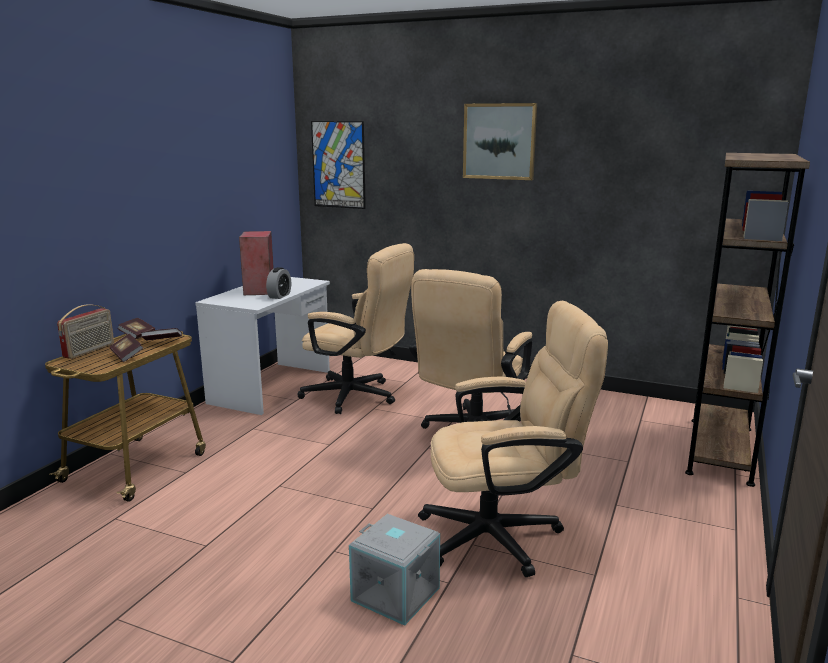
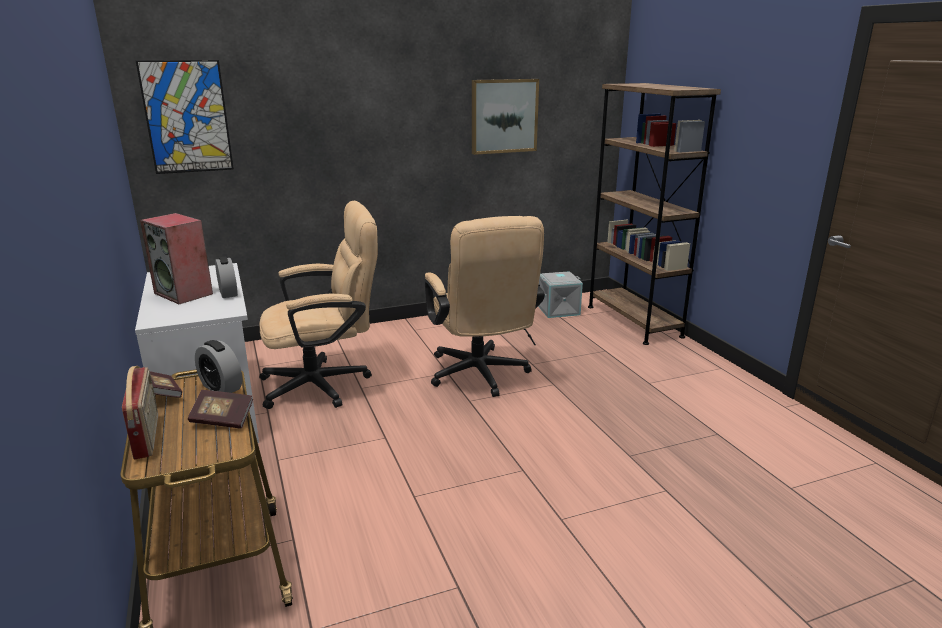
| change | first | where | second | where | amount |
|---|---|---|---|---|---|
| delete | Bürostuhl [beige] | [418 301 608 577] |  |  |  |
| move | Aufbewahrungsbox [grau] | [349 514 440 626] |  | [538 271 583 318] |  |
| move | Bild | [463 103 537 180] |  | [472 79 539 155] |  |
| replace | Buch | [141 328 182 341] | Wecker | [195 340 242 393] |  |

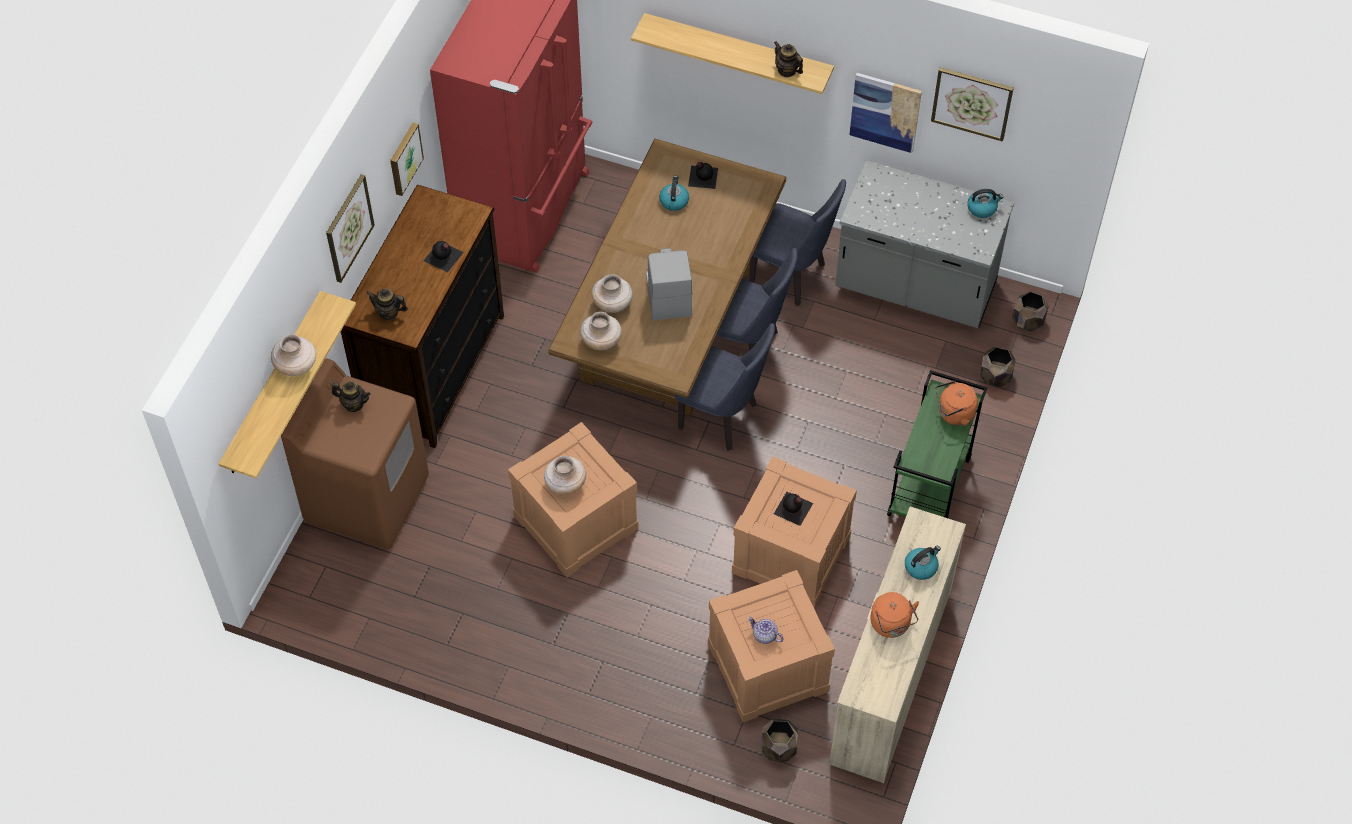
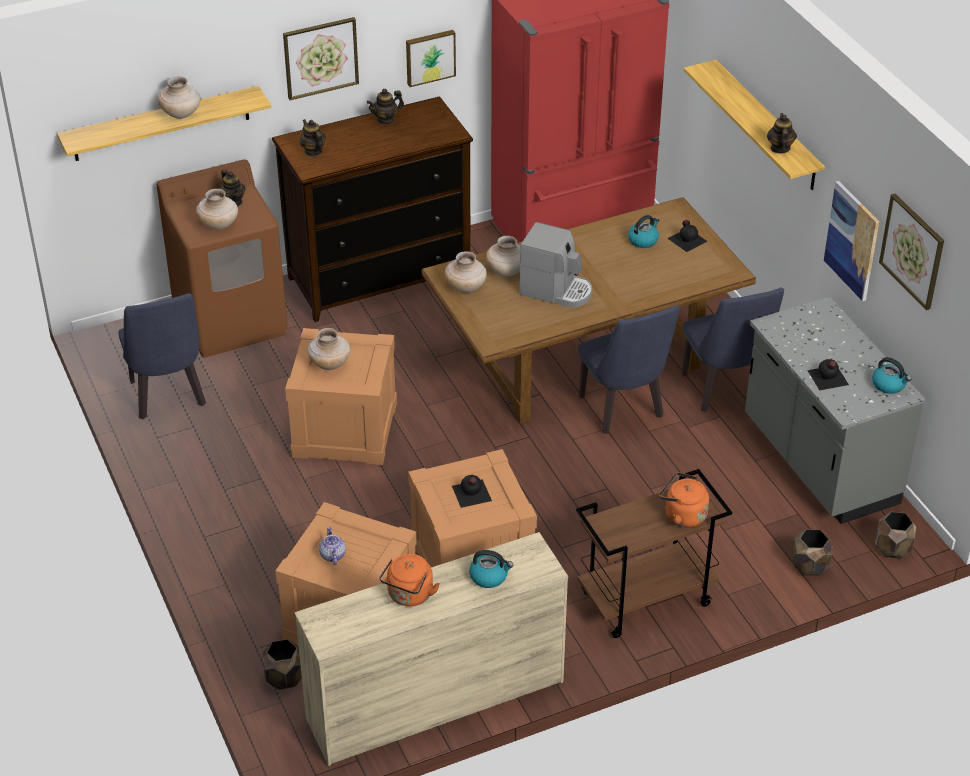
| change | first | where | second | where | amount |
|---|---|---|---|---|---|
| insert |  |  | Vase [beige] | [196 189 238 230] |  |
| insert |  |  | Teekanne | [367 89 404 125] |  |
| move | Flasche [schwarz] | [424 241 464 272] |  | [807 359 849 390] |  |
| move | Stuhl [blau] | [675 323 775 451] |  | [118 293 206 419] |  |
| recolor | Rollwagen [grün] | [887 370 987 518] | Rollwagen [braun] | [576 469 732 638] |  |
| rotate | Kaffeemaschine | [646 248 692 320] |  | [520 222 592 308] | 75 degrees clockwise |

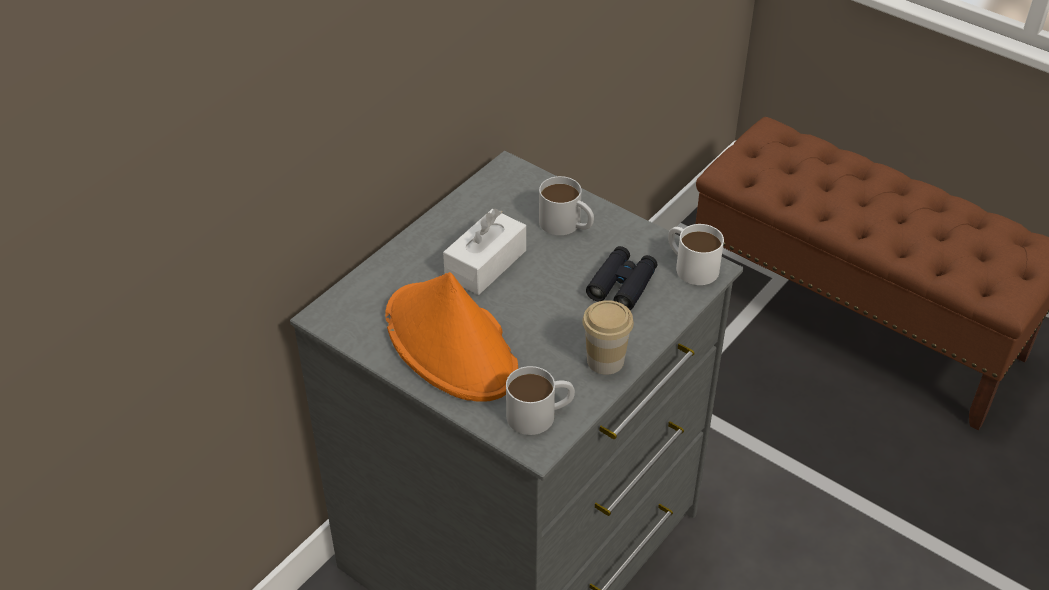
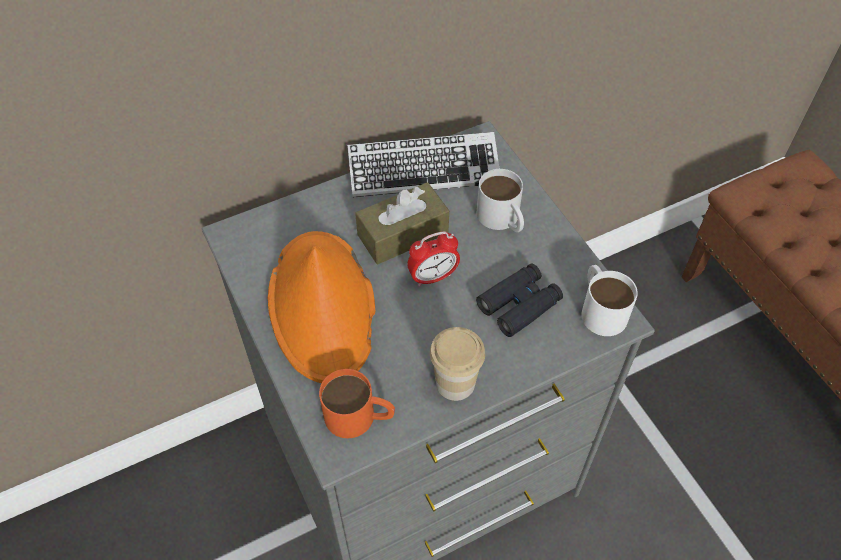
| change | first | where | second | where | amount |
|---|---|---|---|---|---|
| insert |  |  | Tastatur | [347 132 499 198] |  |
| insert |  |  | Wecker | [407 231 460 286] |  |
| recolor | Taschentuchbox [weiß] | [443 209 526 295] | Taschentuchbox [braun] | [355 182 449 264] |  |
| recolor | Henkelbecher [weiß] | [506 366 575 435] | Henkelbecher [orange] | [319 369 395 438] |  |

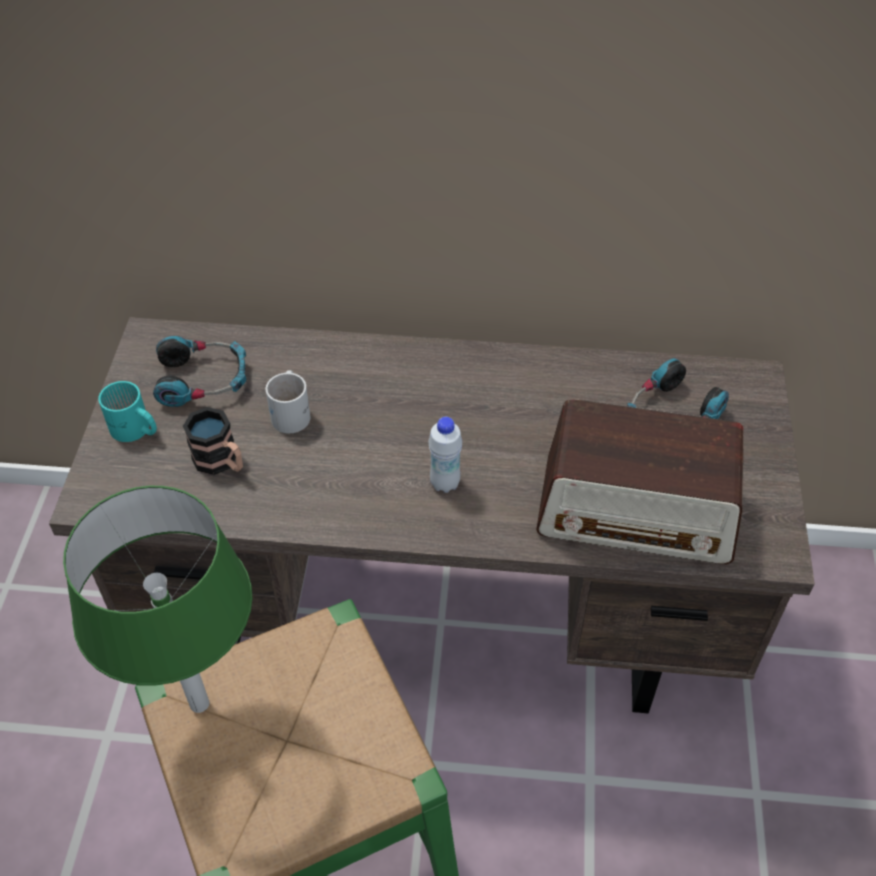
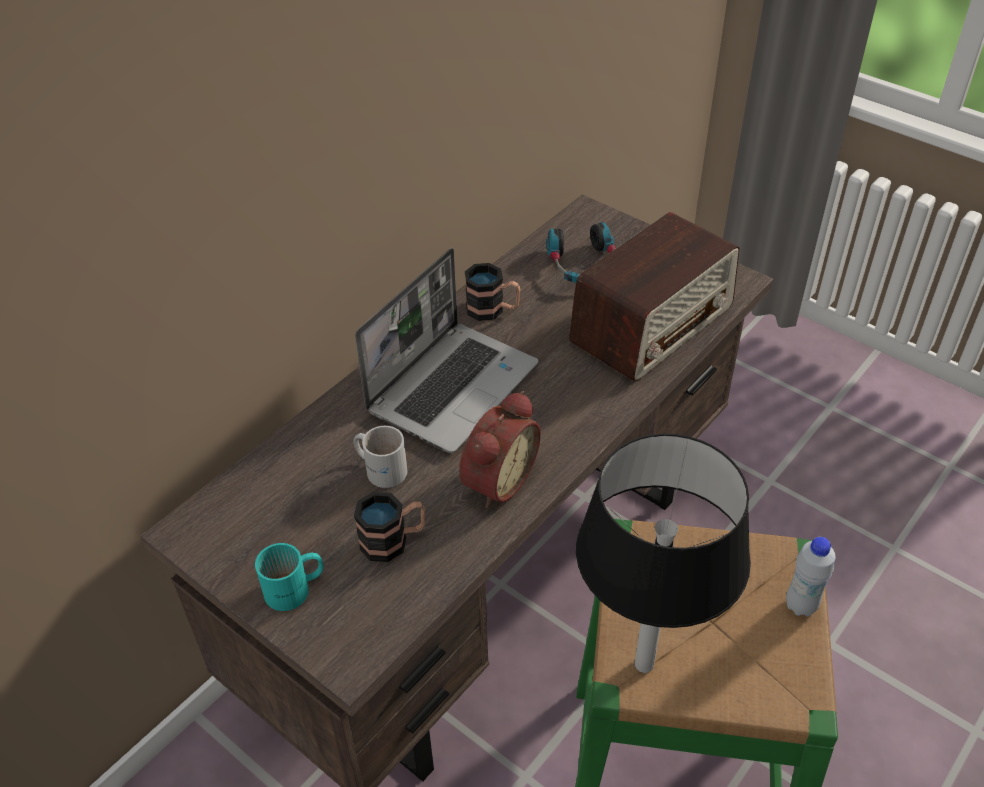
| change | first | where | second | where | amount |
|---|---|---|---|---|---|
| delete | Kopfhörer | [153 336 246 407] |  |  |  |
| insert |  |  | Laptop | [355 248 538 453] |  |
| insert |  |  | Wecker | [459 391 541 508] |  |
| insert |  |  | Henkelbecher | [465 263 520 321] |  |
| move | Flasche [weiß] | [429 417 462 493] |  | [786 537 836 617] |  |
| recolor | Tischlampe [grün] | [63 486 252 713] | Tischlampe [schwarz] | [576 434 751 673] |  |

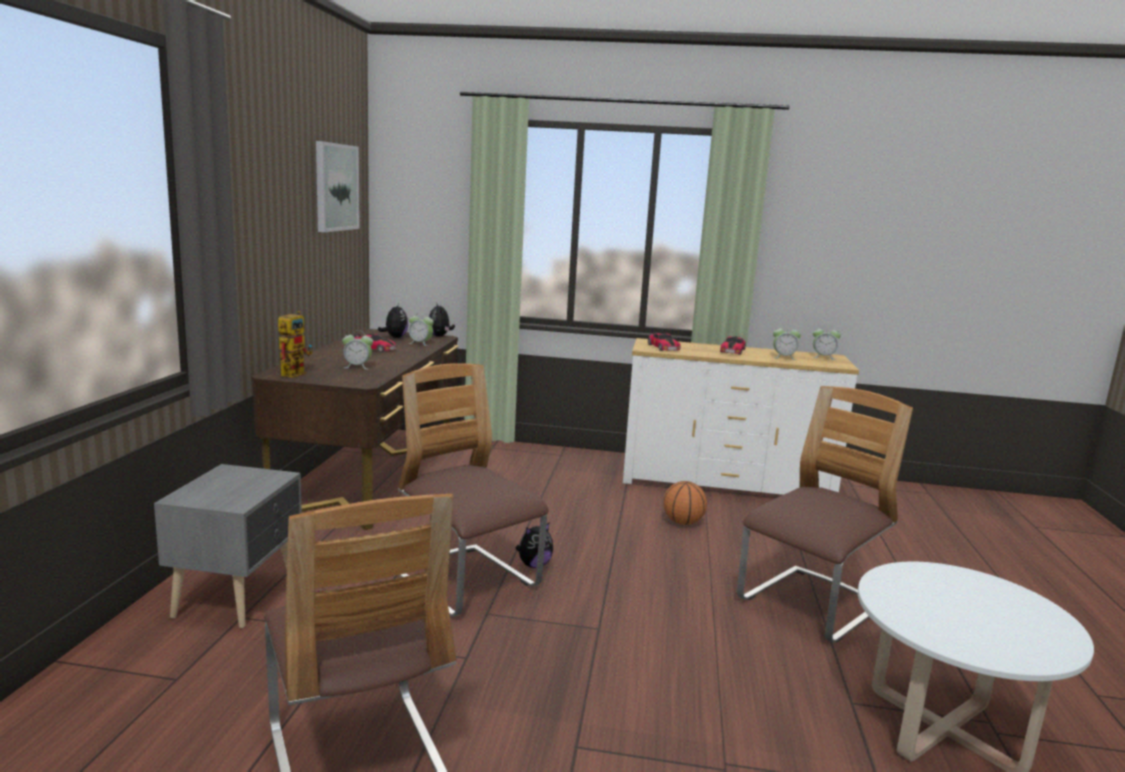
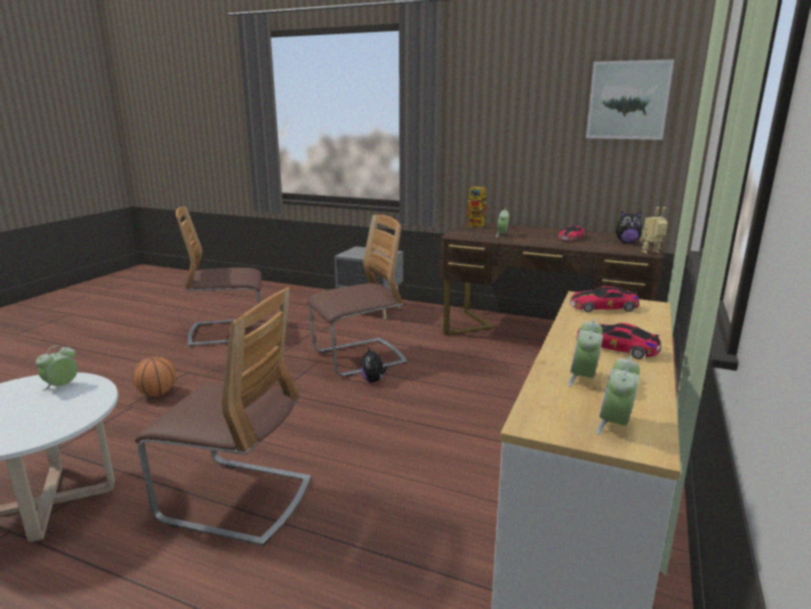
| change | first | where | second | where | amount |
|---|---|---|---|---|---|
| move | Wecker | [408 312 434 346] |  | [36 345 78 391] |  |
| move | Basketball | [664 481 707 525] |  | [133 356 176 396] |  |
| replace | Plüschtier | [429 302 455 337] | Spielzeugroboter | [640 207 668 253] |  |
| rotate | Stuhl | [737 386 913 643] |  | [135 287 311 546] | 45 degrees counterclockwise |

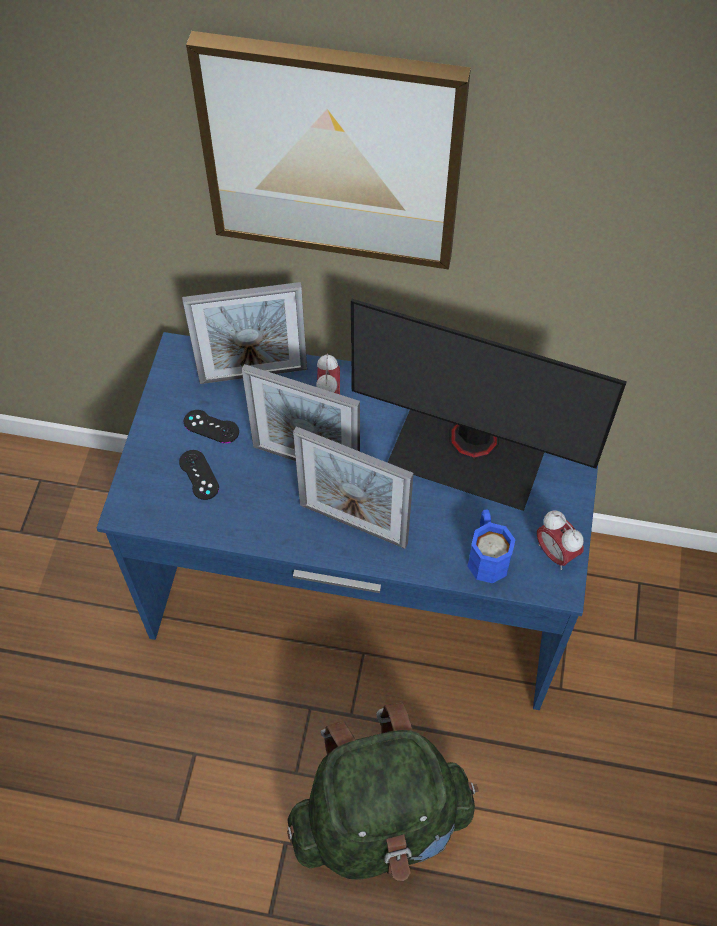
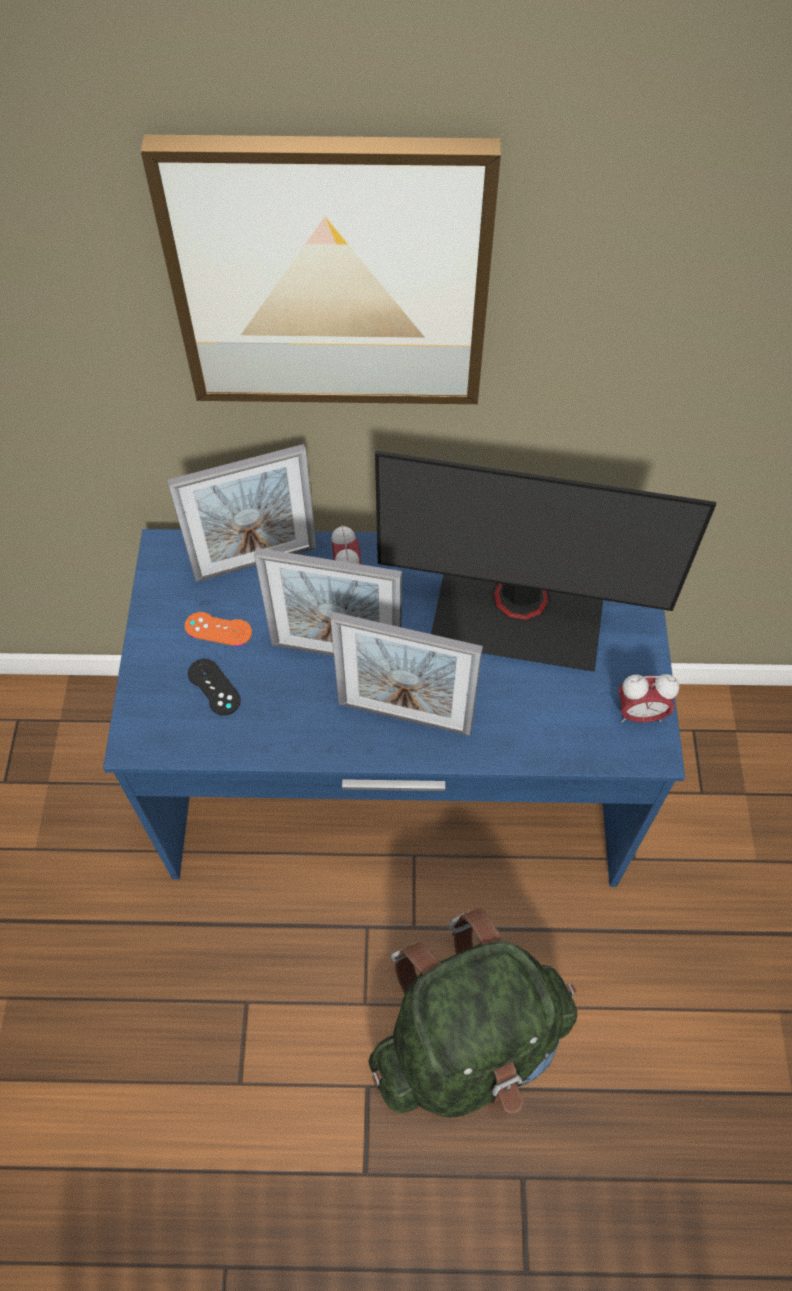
| change | first | where | second | where | amount |
|---|---|---|---|---|---|
| delete | Henkelbecher [blau] | [467 510 515 583] |  |  |  |
| recolor | Gamepad [schwarz] | [184 410 239 443] | Gamepad [orange] | [185 612 252 646] |  |
| rotate | Wecker | [537 510 584 570] |  | [618 674 679 723] | 45 degrees counterclockwise |

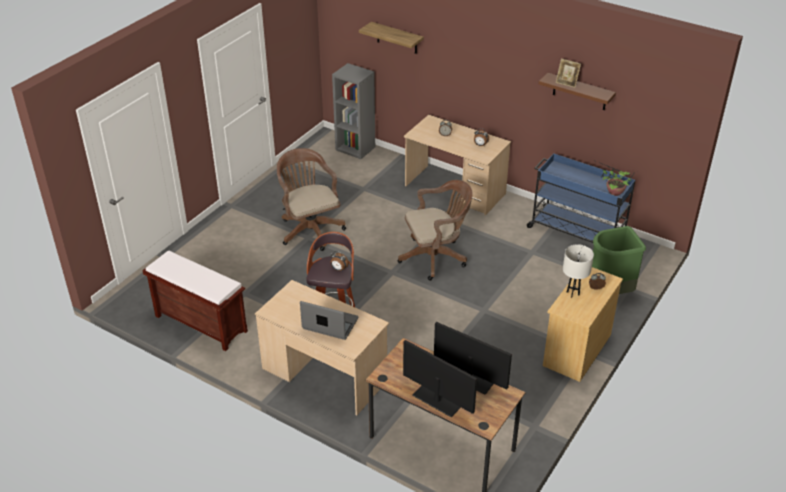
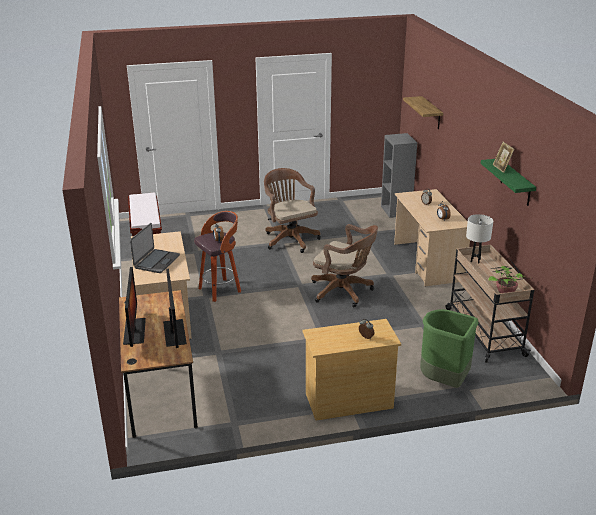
| change | first | where | second | where | amount |
|---|---|---|---|---|---|
| move | Tischlampe [weiß] | [563 244 594 298] |  | [466 214 493 263] |  |
| recolor | Rollwagen [blau] | [527 154 635 243] | Rollwagen [beige] | [445 245 534 363] |  |
| recolor | Wandregal [braun] | [539 73 616 110] | Wandregal [grün] | [481 159 536 206] |  |
| rotate | Bürostuhl [braun] | [277 148 346 251] |  | [264 168 321 253] | 45 degrees counterclockwise |
| rotate | Laptop | [300 301 358 340] |  | [130 223 180 273] | 45 degrees clockwise |

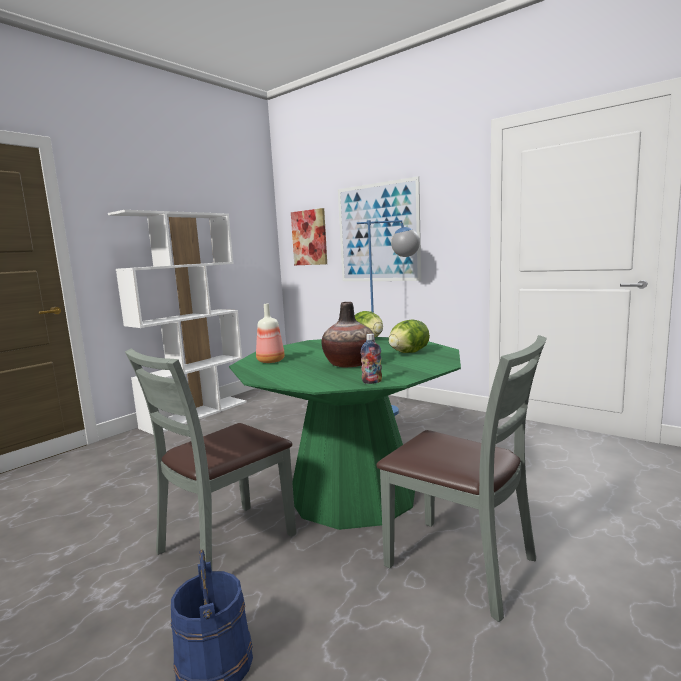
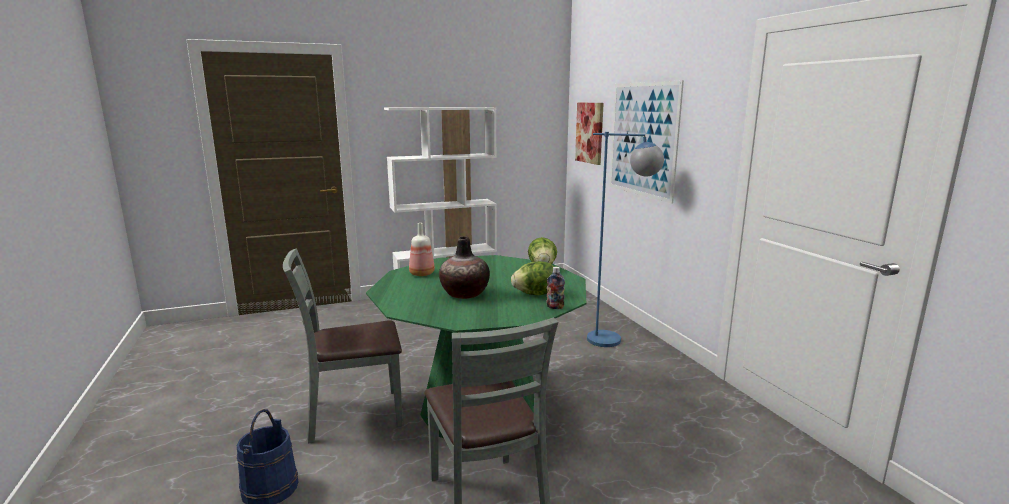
| change | first | where | second | where | amount |
|---|---|---|---|---|---|
| move | Flasche | [361 334 382 384] |  | [546 267 565 309] |  |

